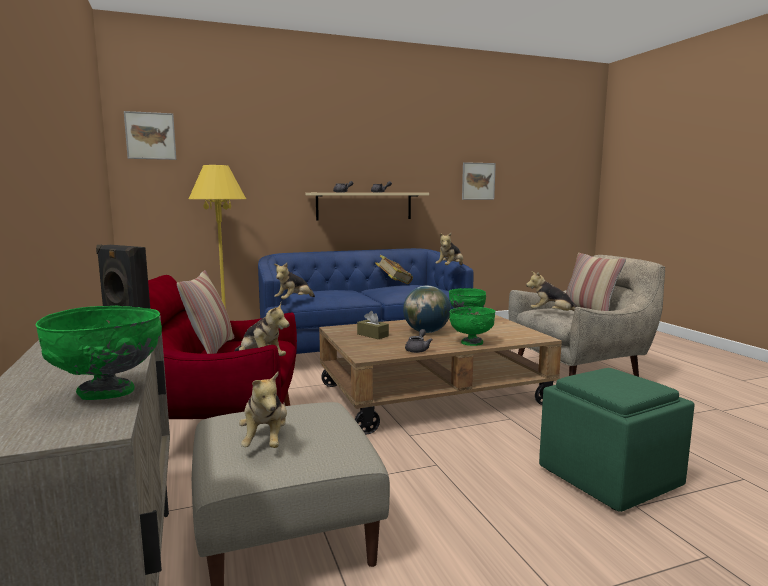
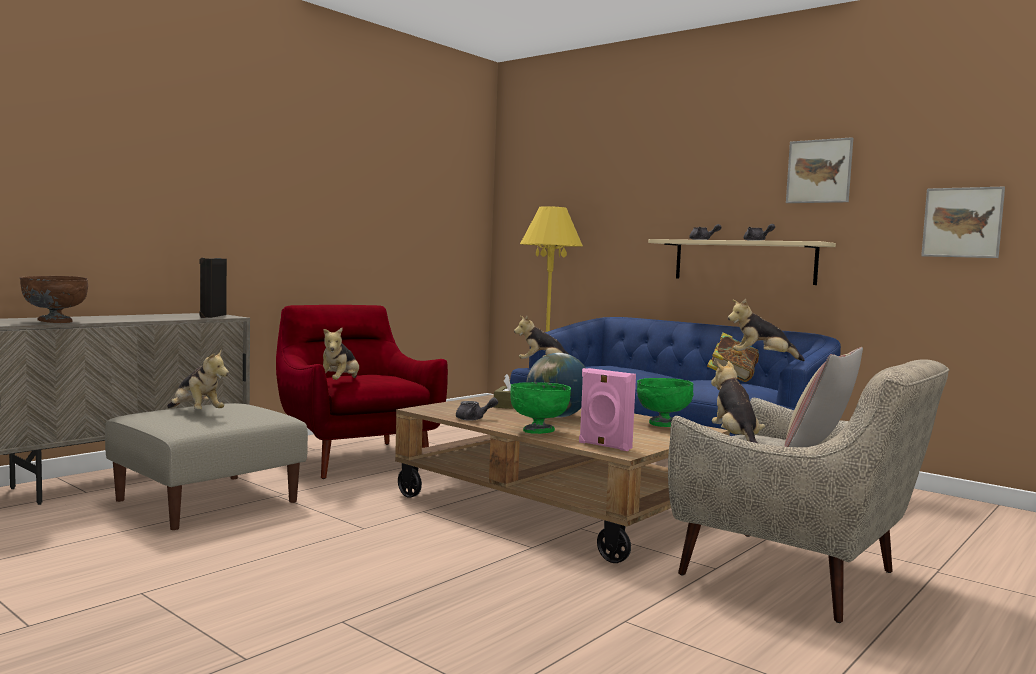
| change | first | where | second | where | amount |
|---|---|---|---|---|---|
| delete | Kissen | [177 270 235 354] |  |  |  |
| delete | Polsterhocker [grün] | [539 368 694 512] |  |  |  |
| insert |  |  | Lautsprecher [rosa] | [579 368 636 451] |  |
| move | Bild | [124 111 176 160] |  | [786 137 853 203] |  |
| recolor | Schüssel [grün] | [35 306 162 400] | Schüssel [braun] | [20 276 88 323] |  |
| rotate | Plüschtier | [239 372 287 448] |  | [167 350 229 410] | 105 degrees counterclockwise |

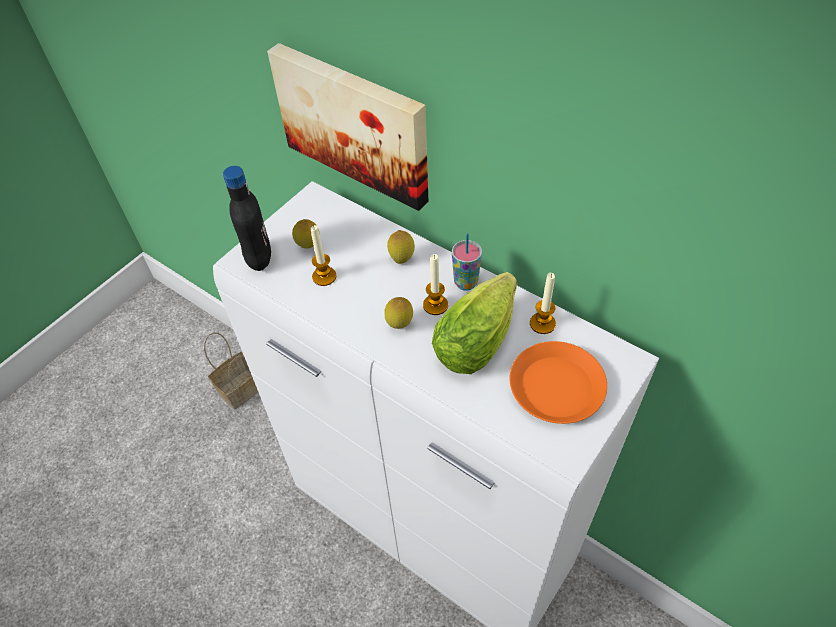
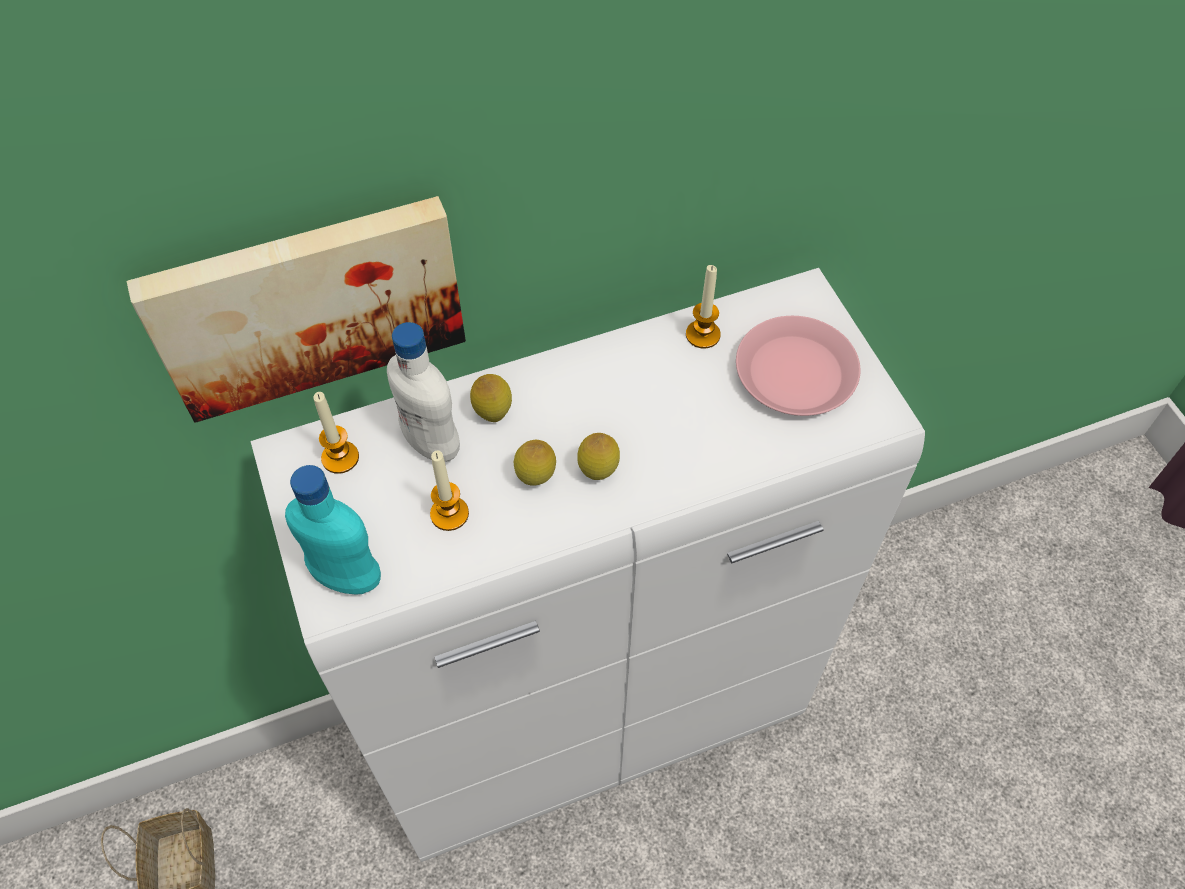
| change | first | where | second | where | amount |
|---|---|---|---|---|---|
| delete | Salatkopf | [432 272 517 374] |  |  |  |
| delete | Tasse | [452 233 482 291] |  |  |  |
| insert |  |  | Flasche [weiß] | [387 322 460 462] |  |
| move | Zitrone | [292 219 320 249] |  | [514 440 556 486] |  |
| move | Kerze | [423 254 448 315] |  | [313 392 359 474] |  |
| recolor | Flasche [schwarz] | [223 166 271 271] | Flasche [türkis] | [285 465 381 594] |  |
| recolor | Teller [orange] | [510 341 607 424] | Teller [rosa] | [736 316 861 416] |  |

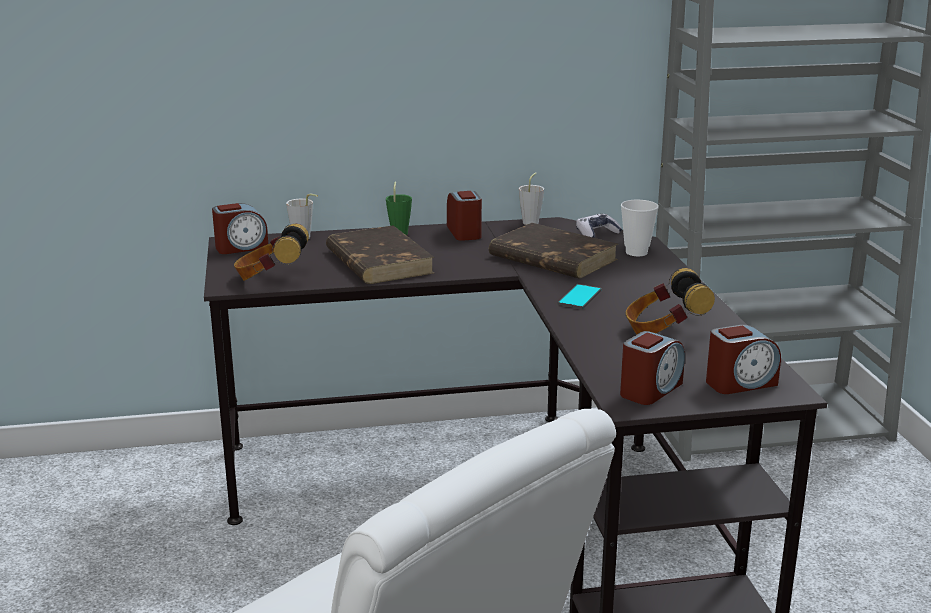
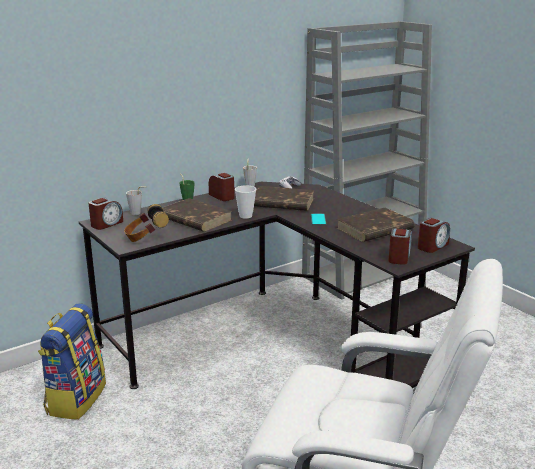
| change | first | where | second | where | amount |
|---|---|---|---|---|---|
| insert |  |  | Rucksack | [38 303 106 420] |  |
| move | Tasse | [621 200 659 256] |  | [235 185 256 219] |  |
| replace | Kopfhörer | [626 268 715 334] | Buch [braun] | [336 208 415 242] |  |

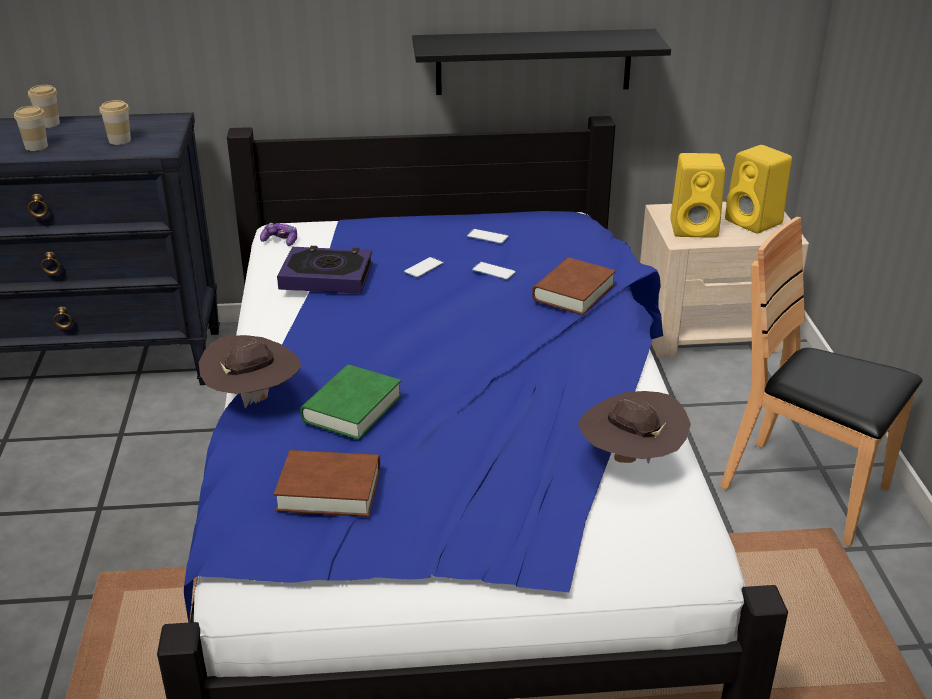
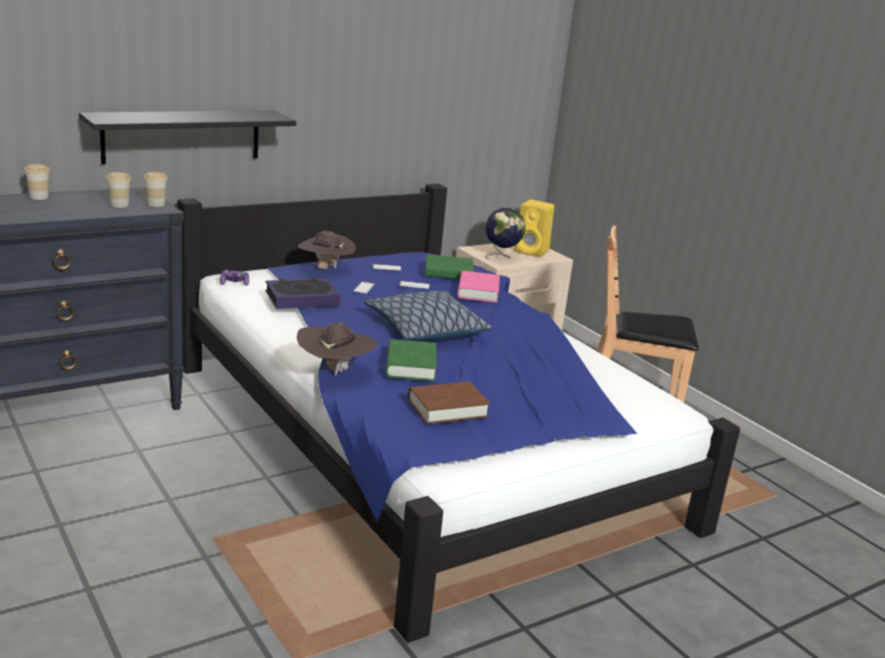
| change | first | where | second | where | amount |
|---|---|---|---|---|---|
| insert |  |  | Kissen | [365 291 491 341] |  |
| insert |  |  | Buch [grün] | [425 254 474 279] |  |
| move | Tasse | [14 106 48 151] |  | [143 172 168 207] |  |
| move | Wandregal [schwarz] | [412 29 671 95] |  | [79 110 296 164] |  |
| move | Hut [braun] | [578 391 691 464] |  | [298 231 355 269] |  |
| replace | Lautsprecher [gelb] | [670 153 725 238] | Globus | [485 208 525 260] |  |
| recolor | Buch [braun] | [532 258 616 315] | Buch [rosa] | [458 271 500 303] |  |

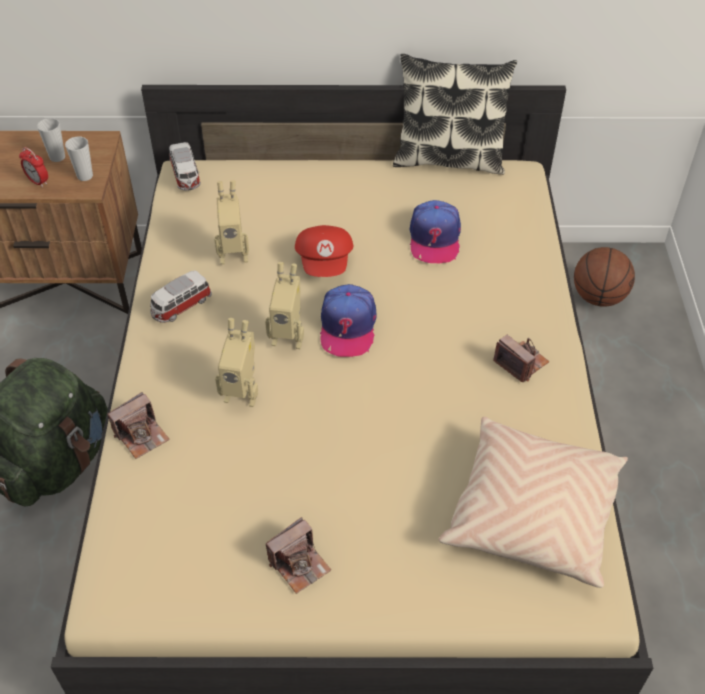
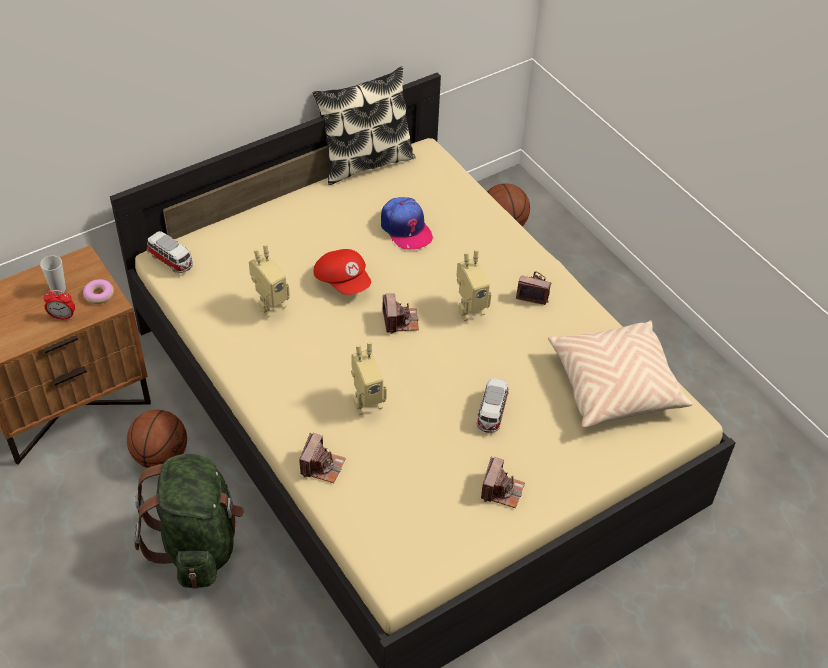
| change | first | where | second | where | amount |
|---|---|---|---|---|---|
| insert |  |  | Basketball | [127 410 187 468] |  |
| move | Spielzeugauto | [150 271 212 323] |  | [476 378 508 433] |  |
| move | Spielzeugroboter | [265 262 304 349] |  | [456 249 491 321] |  |
| replace | Tasse | [65 137 93 181] | Donut | [83 279 114 304] |  |
| replace | Kappe | [320 284 376 357] | Kamera | [382 293 419 334] |  |

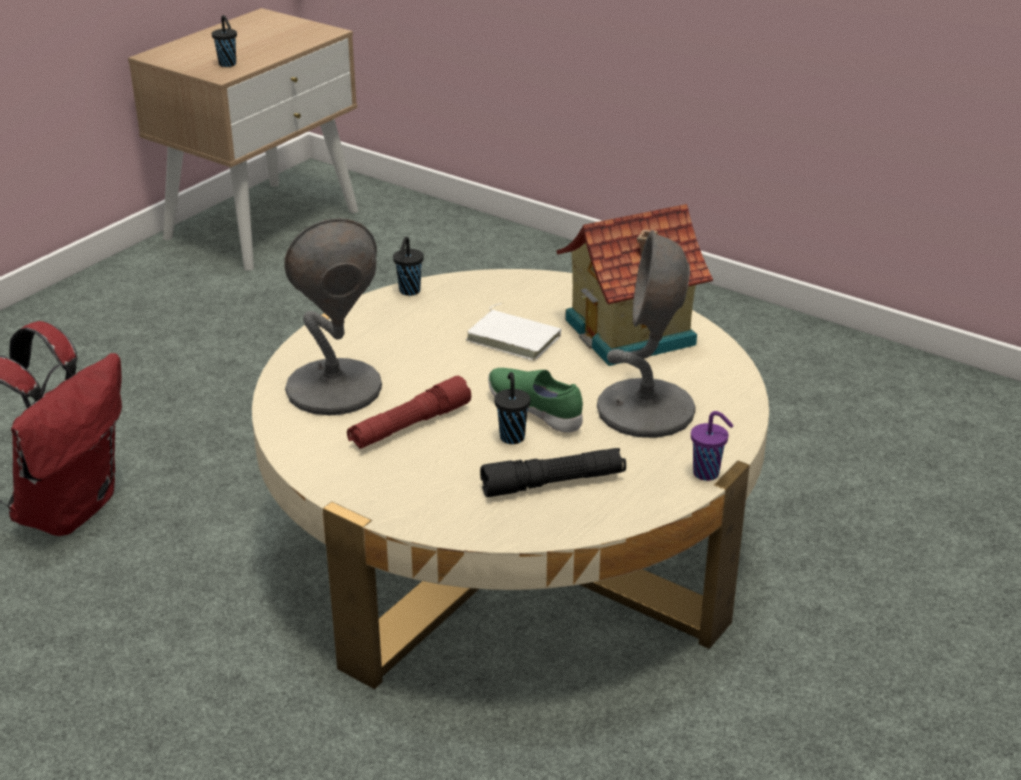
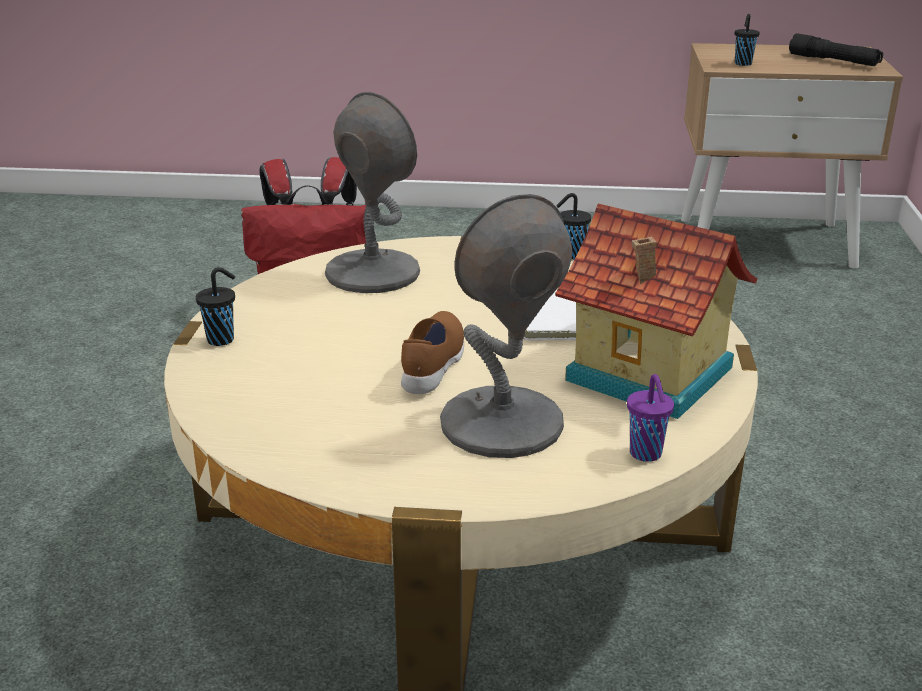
| change | first | where | second | where | amount |
|---|---|---|---|---|---|
| delete | Taschenlampe [rot] | [347 376 471 449] |  |  |  |
| move | Taschenlampe [schwarz] | [480 448 626 497] |  | [789 33 883 66] |  |
| move | Tasse [schwarz] | [494 372 531 444] |  | [196 267 235 346] |  |
| move | Tasse [lila] | [691 411 734 481] |  | [627 374 674 462] |  |
| recolor | Schuh [grün] | [488 368 583 433] | Schuh [braun] | [401 311 464 394] |  |

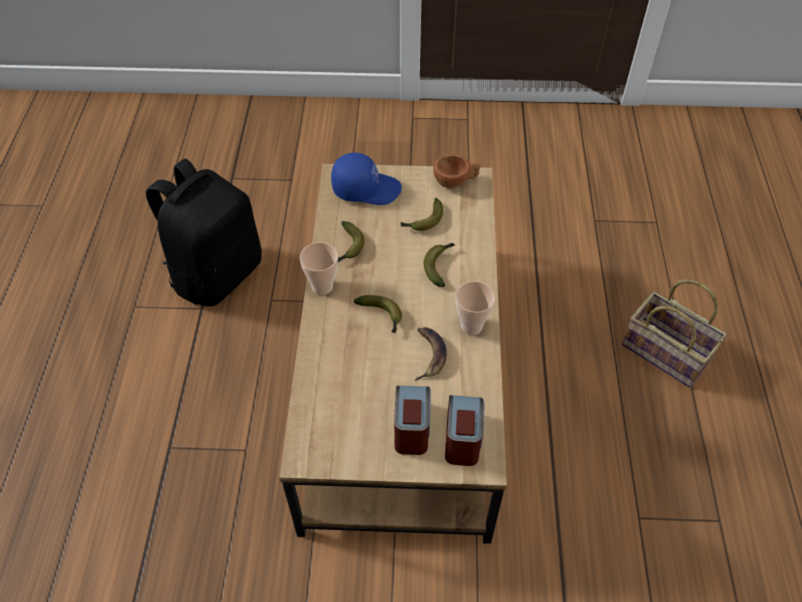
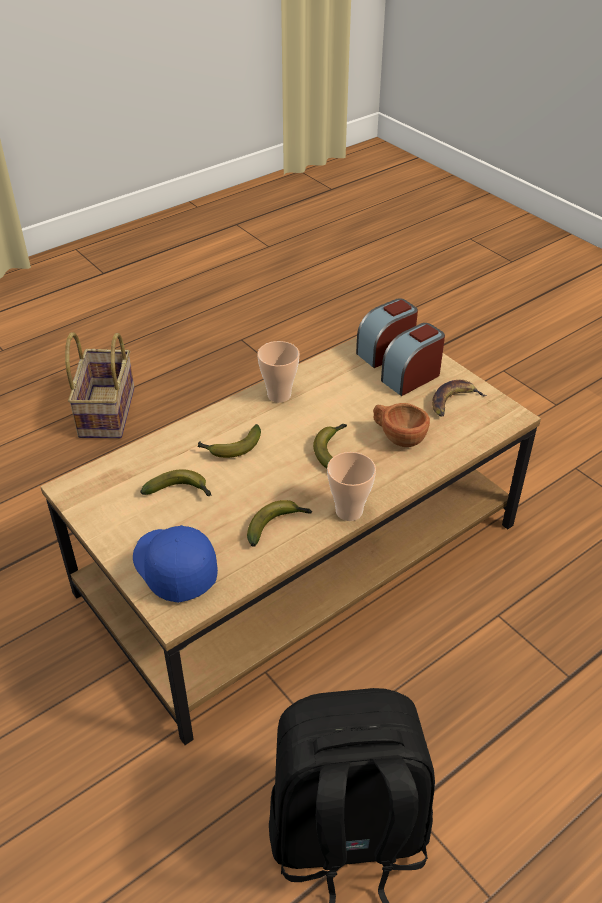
| change | first | where | second | where | amount |
|---|---|---|---|---|---|
| move | Banane | [415 327 447 381] |  | [432 380 487 417] |  |
| move | Tasse [braun] | [433 154 480 188] |  | [373 403 430 447] |  |

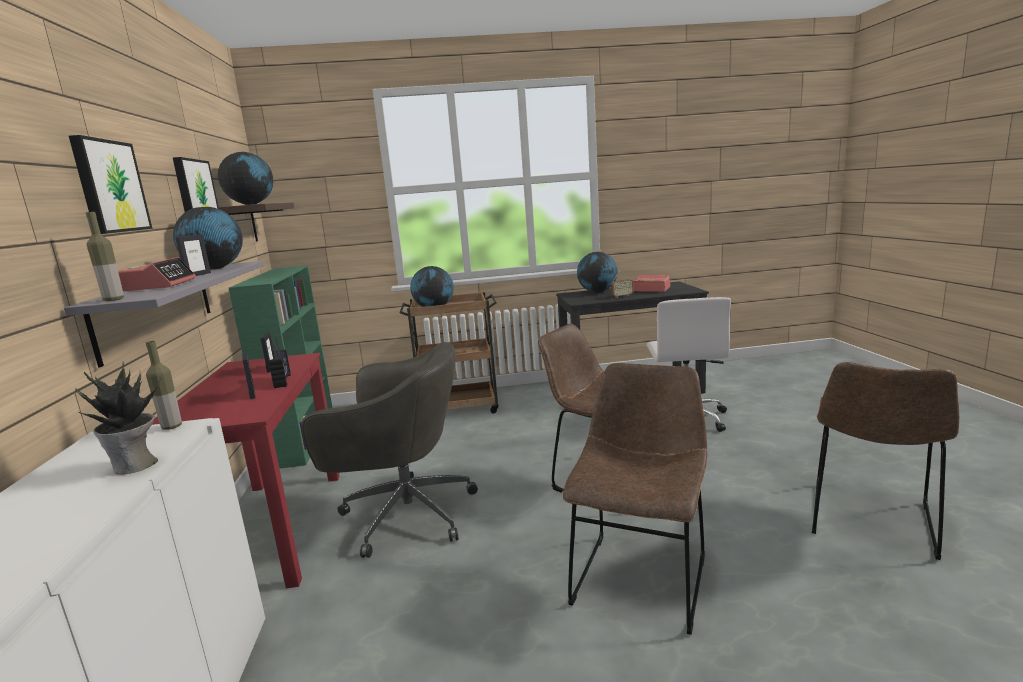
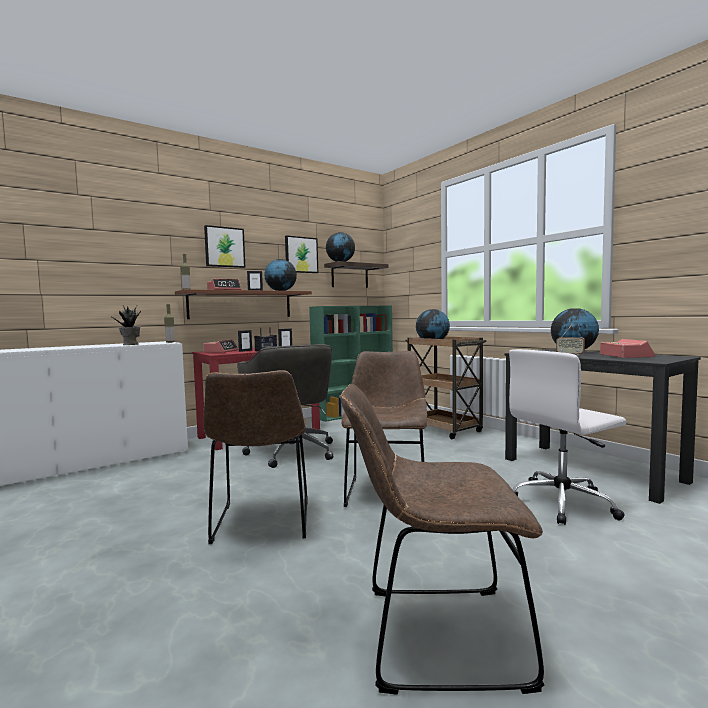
| change | first | where | second | where | amount |
|---|---|---|---|---|---|
| insert |  |  | Wecker | [203 339 238 353] |  |
| recolor | Wandregal [grau] | [64 261 264 368] | Wandregal [braun] | [175 289 312 319] |  |
| rotate | Stuhl [braun] | [563 363 708 635] |  | [204 370 308 544] | 90 degrees clockwise |

